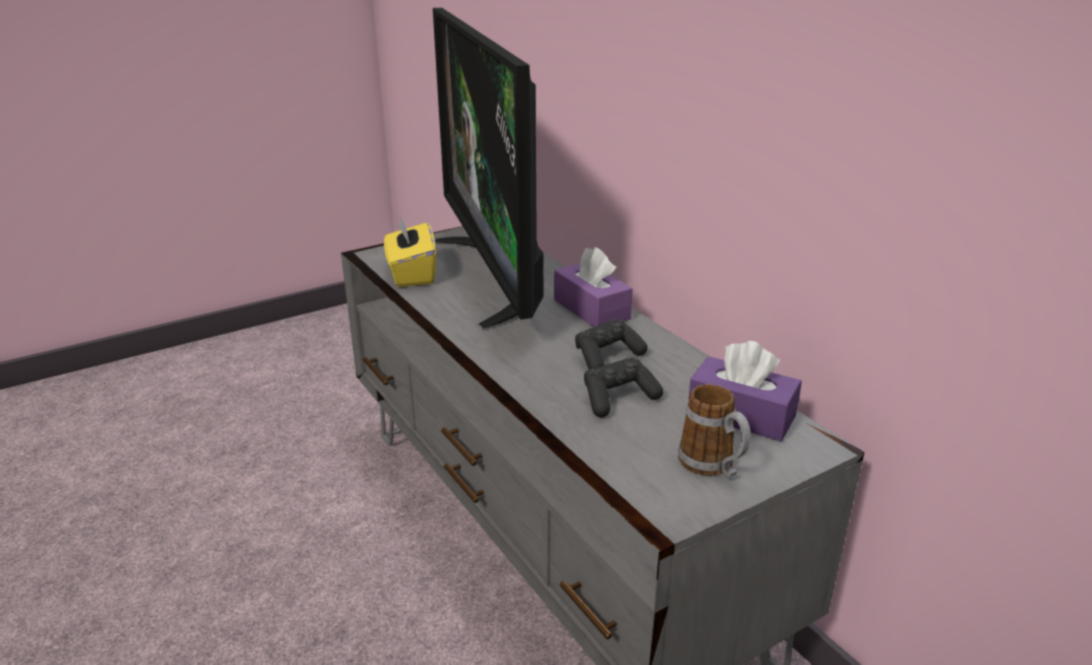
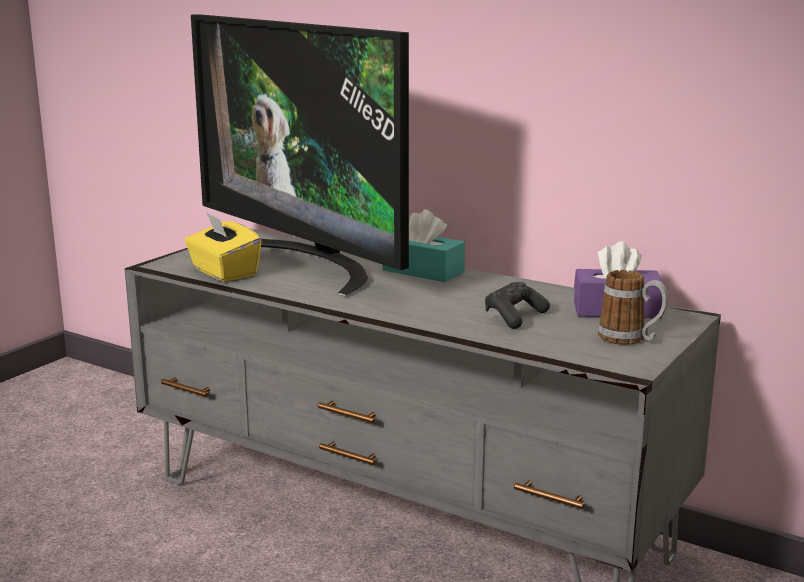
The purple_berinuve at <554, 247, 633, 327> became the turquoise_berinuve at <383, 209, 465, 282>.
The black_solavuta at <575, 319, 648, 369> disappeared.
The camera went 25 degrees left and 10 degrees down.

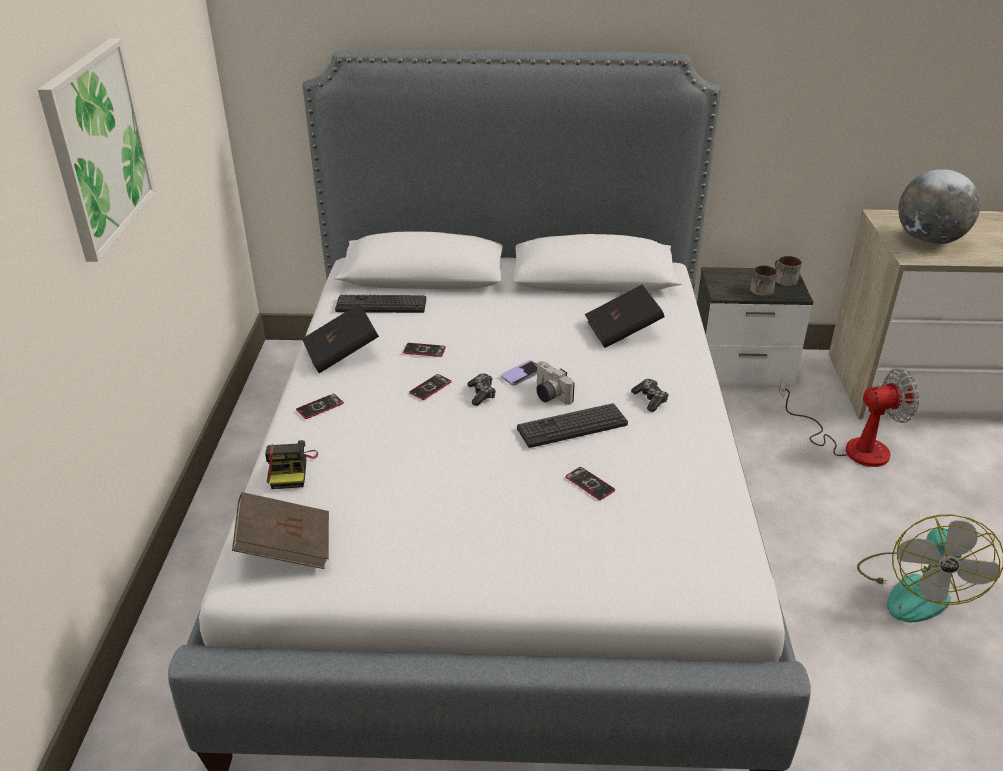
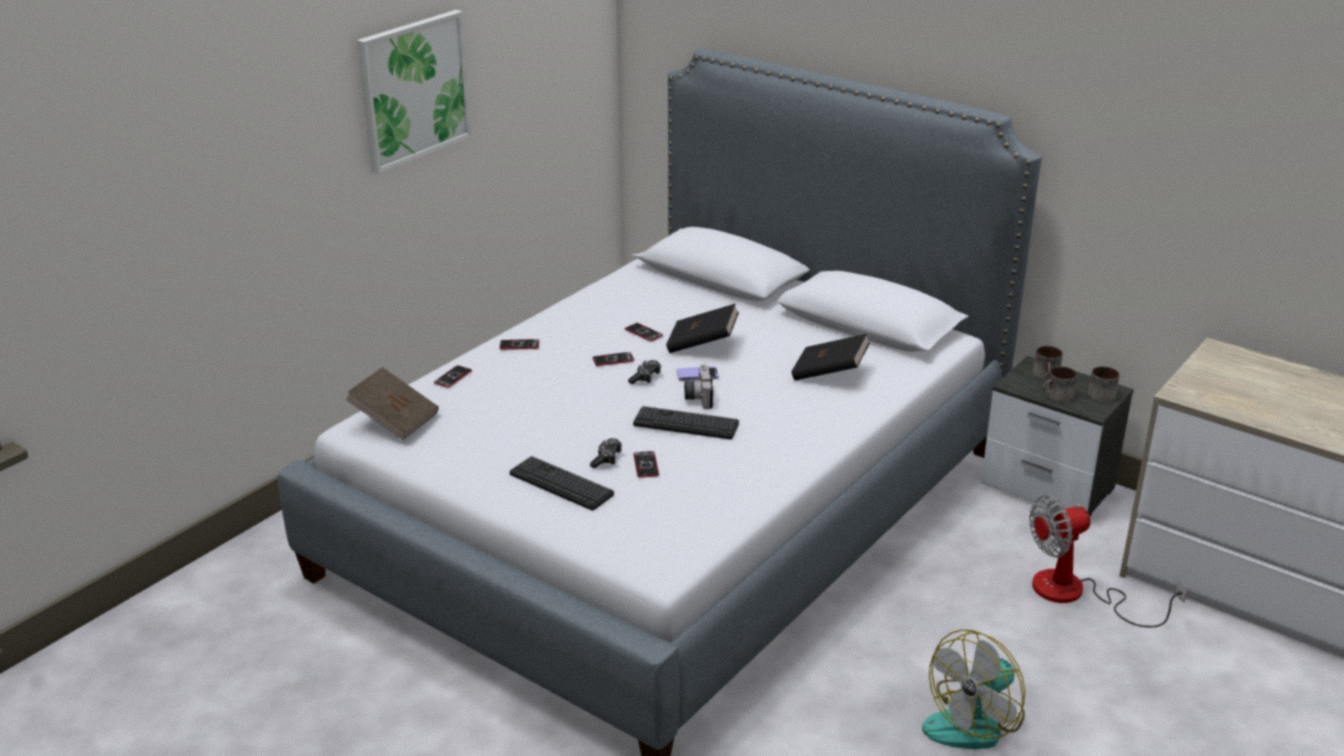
The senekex at <265, 440, 318, 489> was replaced by the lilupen at <434, 365, 472, 388>.
The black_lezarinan moved from <302, 304, 379, 373> to <666, 304, 739, 353>.
The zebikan moved from <335, 295, 426, 313> to <510, 456, 614, 511>.
The solavuta moved from <631, 379, 669, 412> to <590, 438, 622, 468>.
The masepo at <779, 369, 920, 467> turned 135 degrees clockwise.
The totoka at <898, 169, 980, 245> disappeared.
The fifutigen at <1033, 346, 1063, 380> appeared.
The camera went 35 degrees right and 5 degrees down.

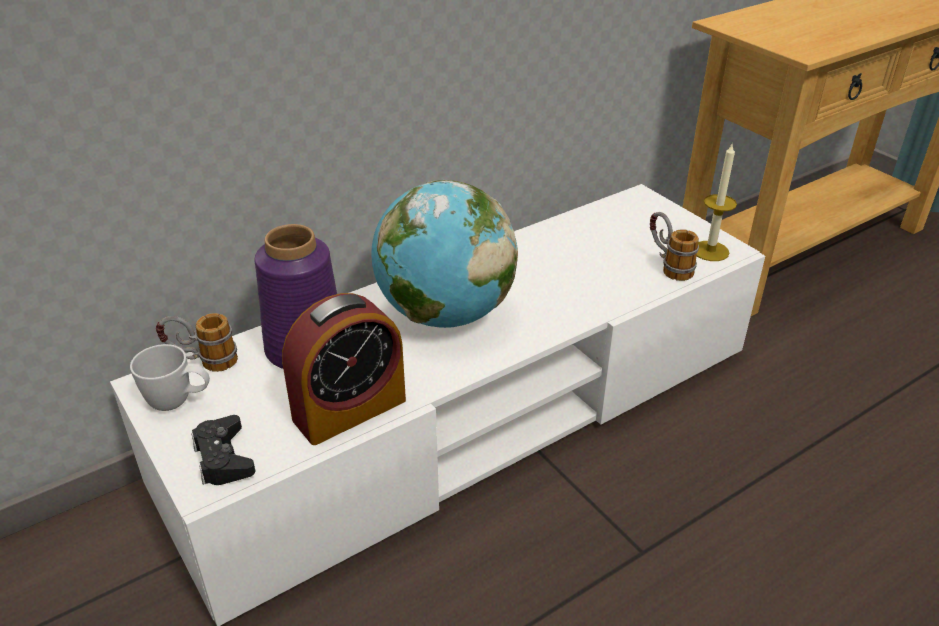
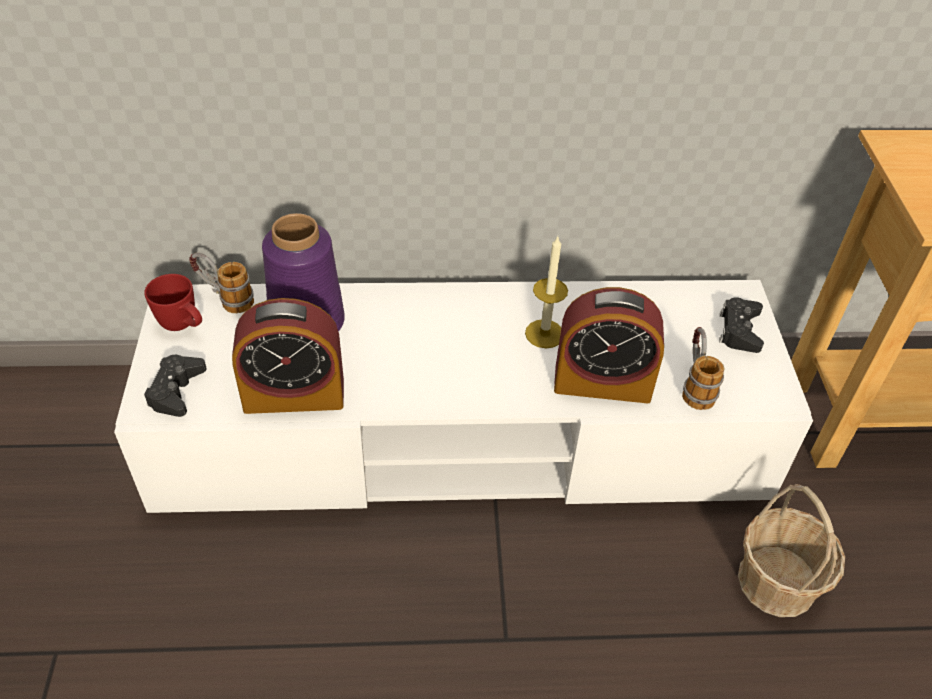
The white_fifutigen at <130, 344, 210, 411> became the red_fifutigen at <144, 274, 202, 331>.
The totoka at <371, 180, 518, 328> disappeared.
The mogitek moved from <697, 142, 737, 261> to <525, 237, 568, 348>.
The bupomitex at <554, 287, 664, 403> appeared.
The black_solavuta at <719, 297, 764, 353> appeared.
The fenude at <738, 484, 845, 617> appeared.
The camera went 30 degrees right and 10 degrees up.

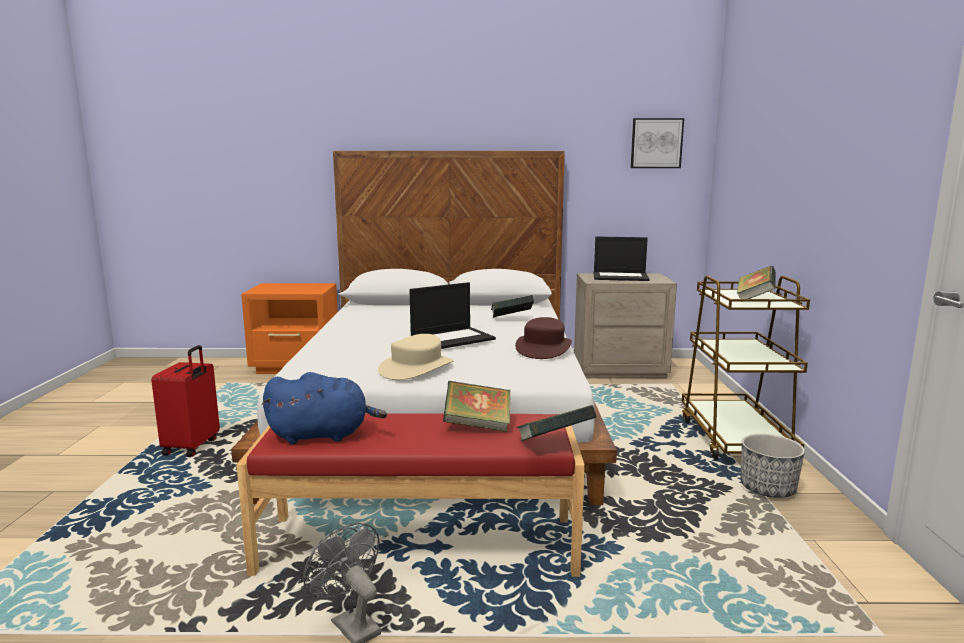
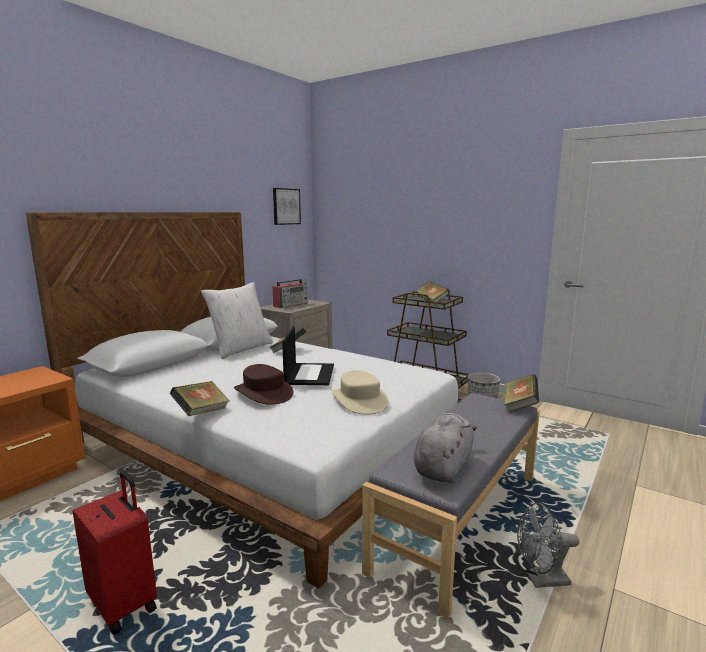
The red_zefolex at <236, 413, 585, 577> became the grey_zefolex at <362, 393, 540, 619>.
The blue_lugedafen at <262, 372, 387, 444> became the grey_lugedafen at <414, 413, 477, 483>.
The lezarinan moved from <443, 381, 511, 432> to <170, 381, 230, 416>.
The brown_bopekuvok moved from <515, 317, 572, 359> to <234, 364, 293, 405>.
The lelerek at <593, 237, 650, 281> was replaced by the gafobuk at <273, 278, 307, 308>.
The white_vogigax at <201, 282, 273, 359> appeared.
The camera went 55 degrees left and 0 degrees up.

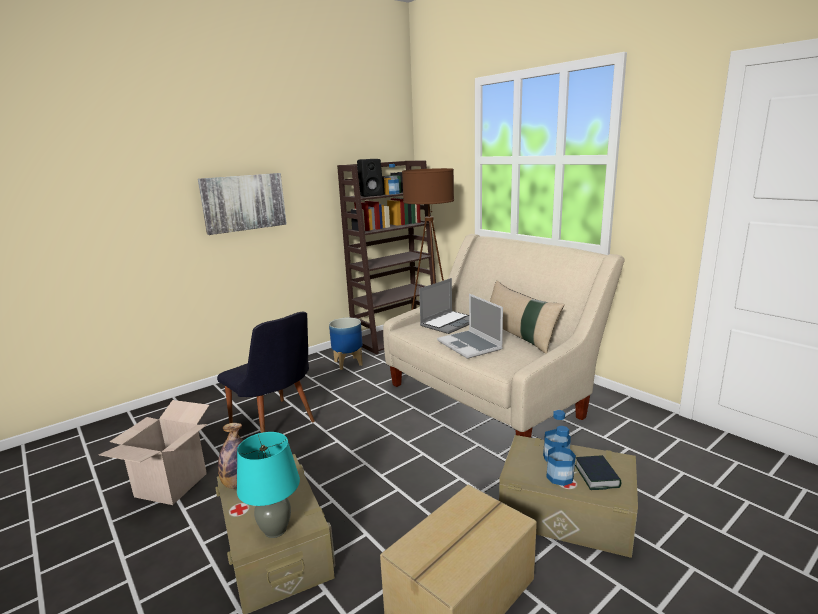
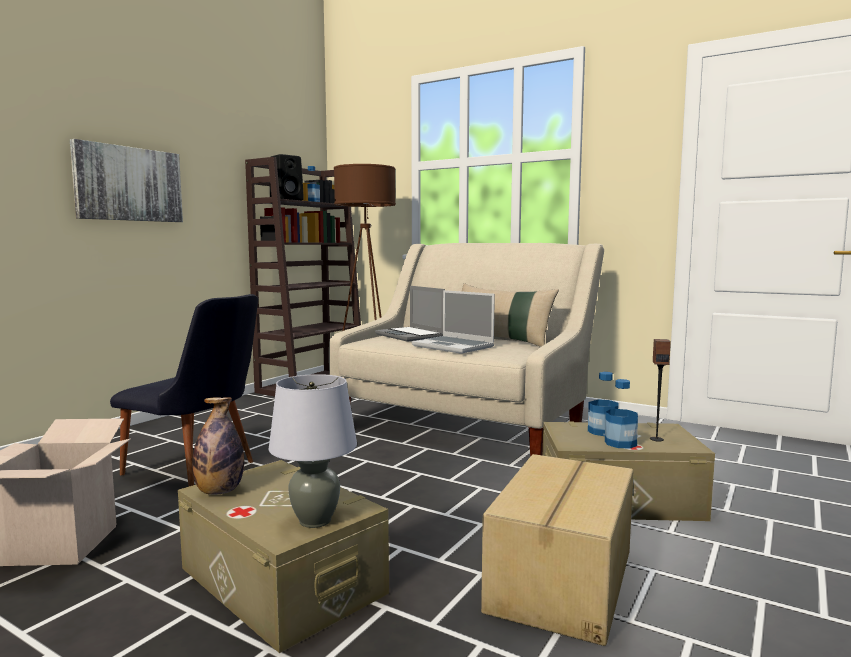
The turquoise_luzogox at <237, 432, 300, 538> became the grey_luzogox at <269, 374, 357, 528>.
The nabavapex at <329, 318, 363, 370> disappeared.
The lelerek at <419, 278, 469, 334> turned 120 degrees clockwise.
The lezarinan at <575, 455, 621, 490> was replaced by the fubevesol at <650, 339, 671, 441>.
The camera went 20 degrees left and 10 degrees down.

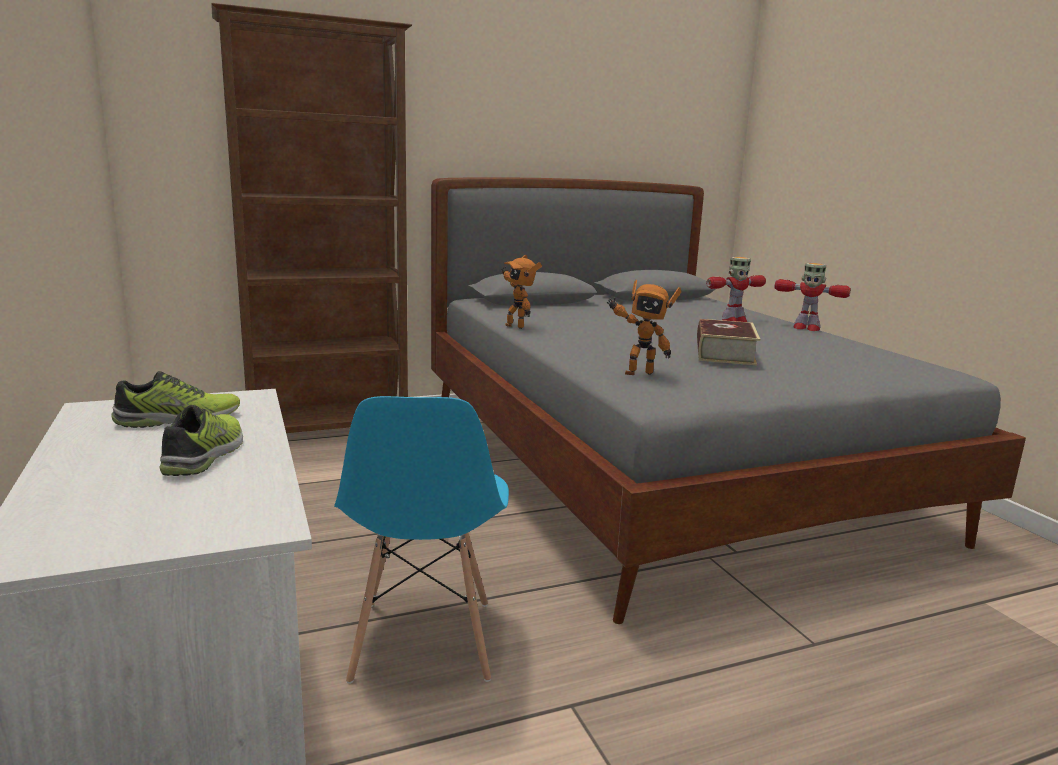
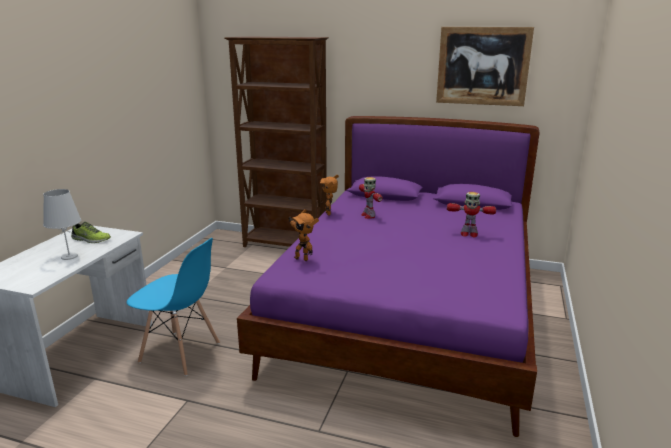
The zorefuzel at <160, 405, 243, 476> was replaced by the white_luzogox at <43, 189, 81, 260>.
The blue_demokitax at <334, 396, 509, 684> turned 105 degrees counterclockwise.
The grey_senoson at <431, 177, 1026, 624> became the purple_senoson at <237, 116, 540, 437>.
The lezarinan at <697, 319, 760, 365> disappeared.
The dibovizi moved from <775, 263, 851, 331> to <359, 177, 383, 219>.
The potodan at <436, 27, 534, 106> appeared.
The camera went 40 degrees right and 5 degrees up.

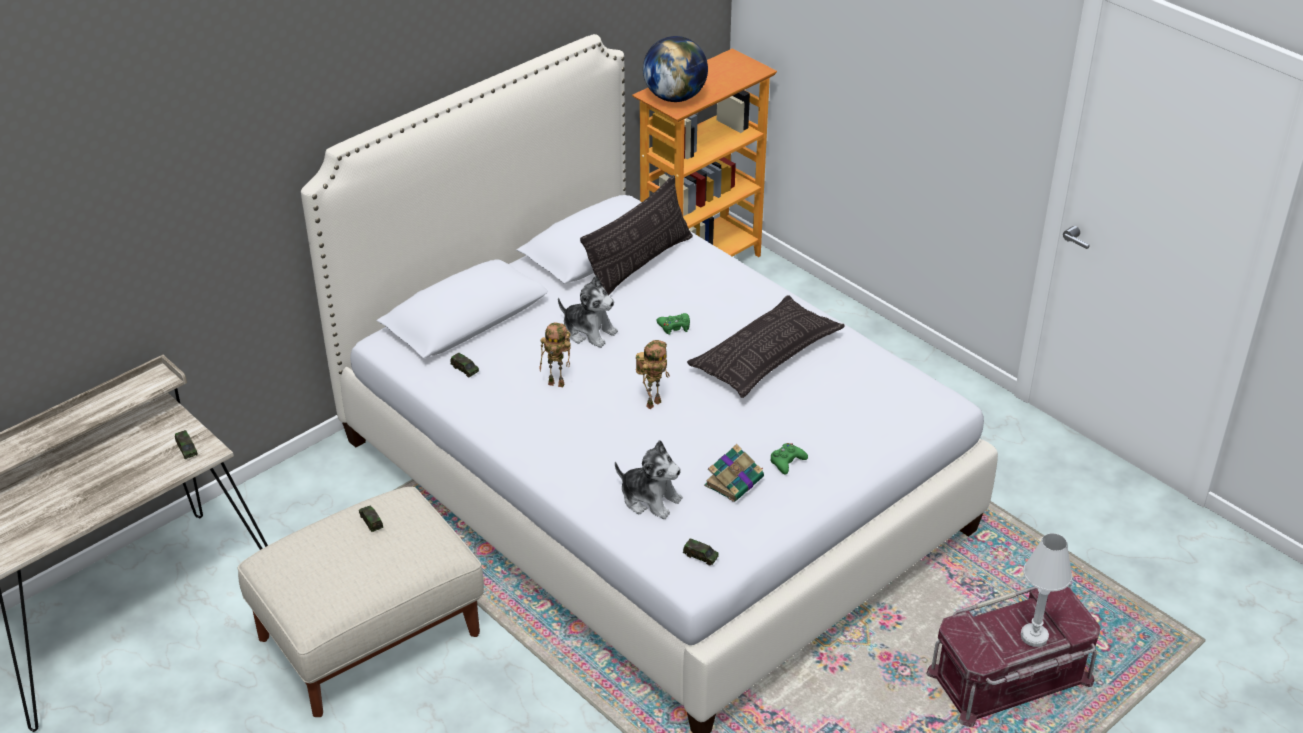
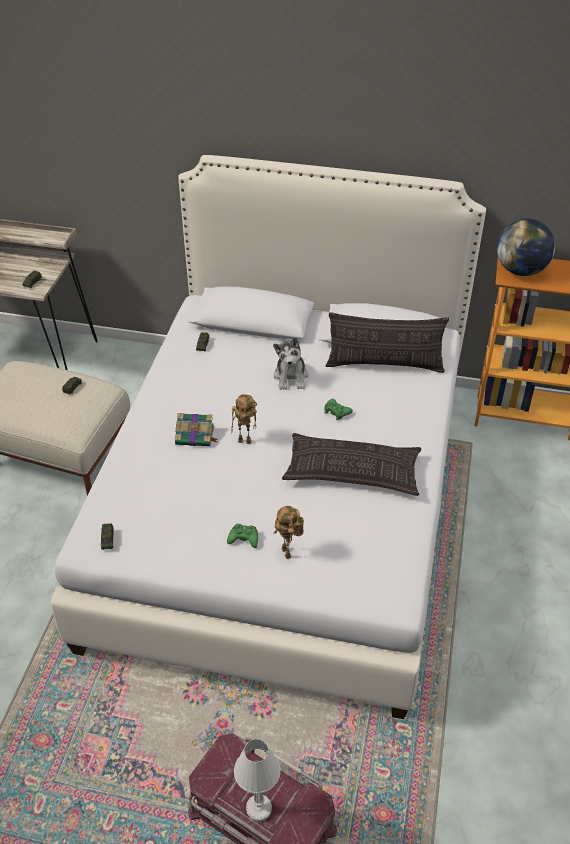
The dibovizi moved from <540, 323, 571, 387> to <273, 506, 304, 559>.
The lugedafen at <615, 440, 683, 519> disappeared.
The lezarinan moved from <704, 444, 764, 502> to <175, 413, 217, 446>.
The camera went 55 degrees right and 5 degrees up.

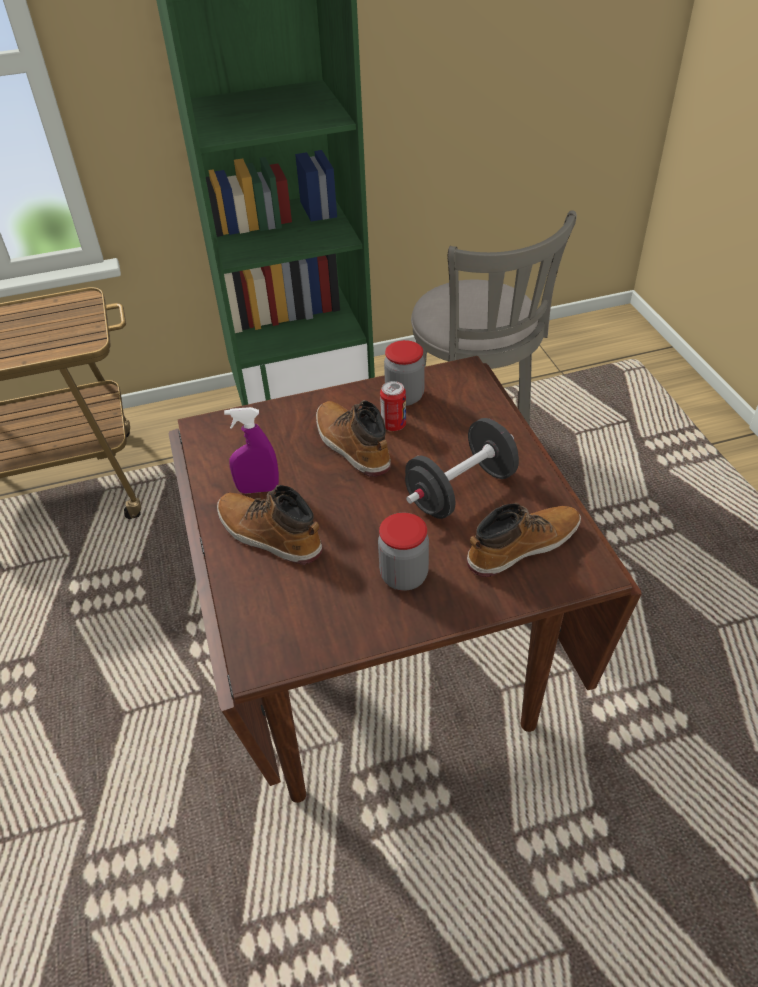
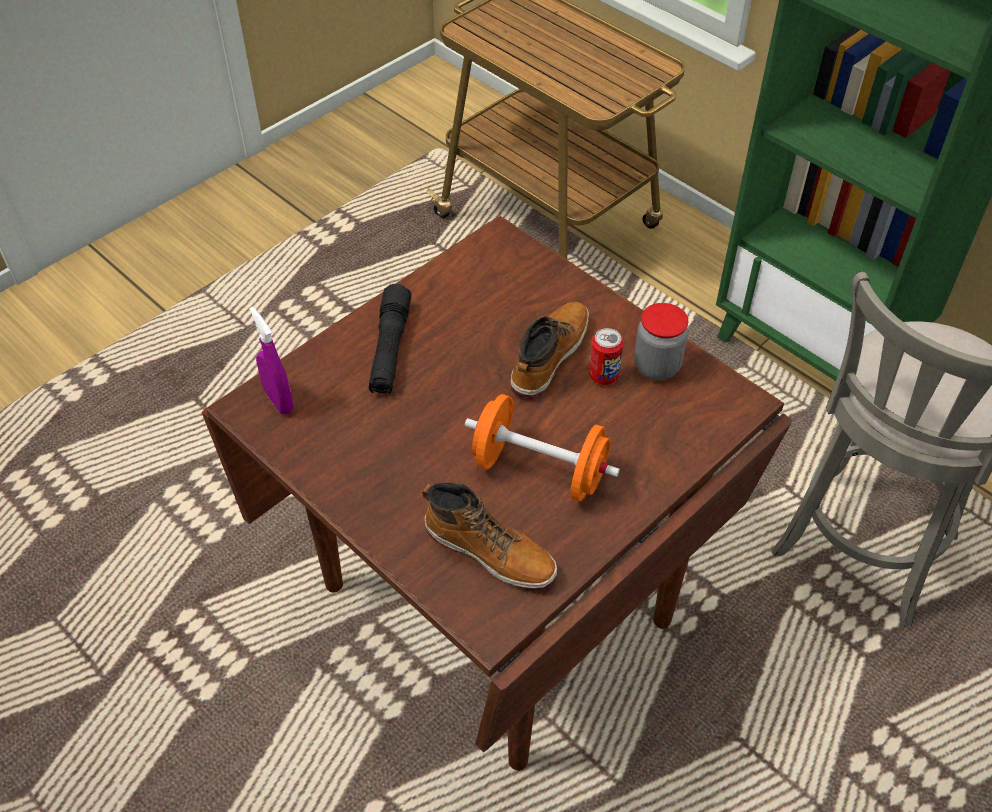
The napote at <217, 485, 323, 565> was replaced by the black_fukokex at <369, 284, 411, 394>.
The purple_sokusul moved from <224, 407, 279, 494> to <249, 307, 294, 415>.
The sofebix at <378, 513, 429, 591> disappeared.
The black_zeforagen at <405, 418, 519, 519> became the orange_zeforagen at <465, 394, 620, 501>.
The camera went 60 degrees right and 5 degrees up.

